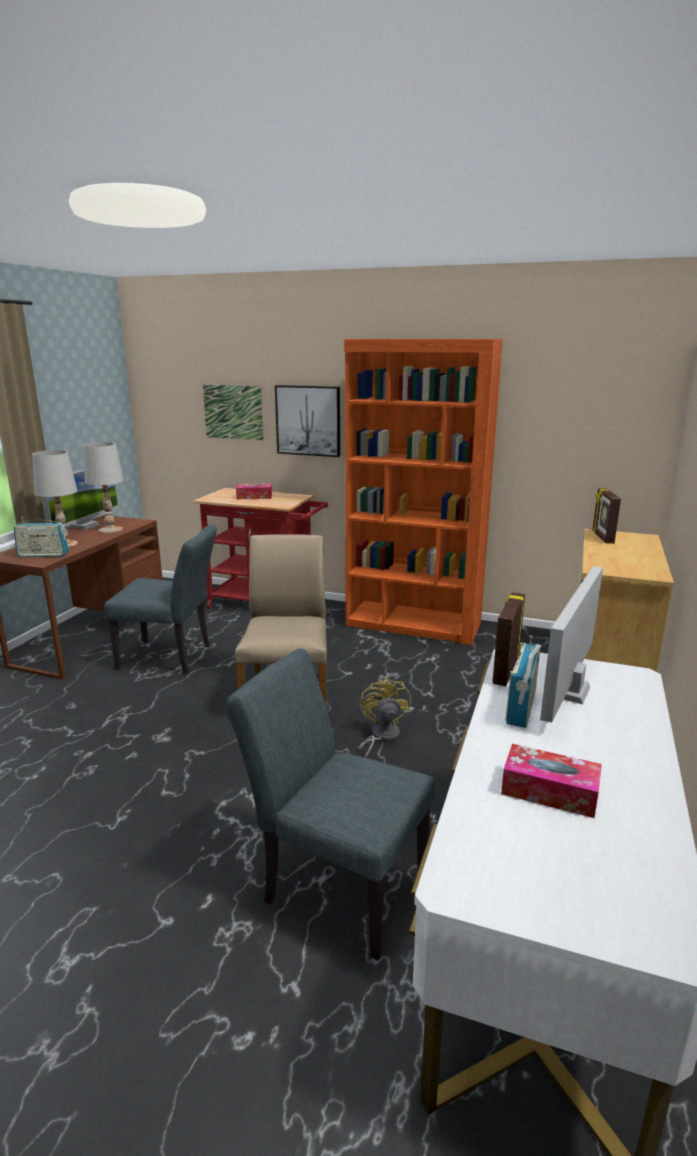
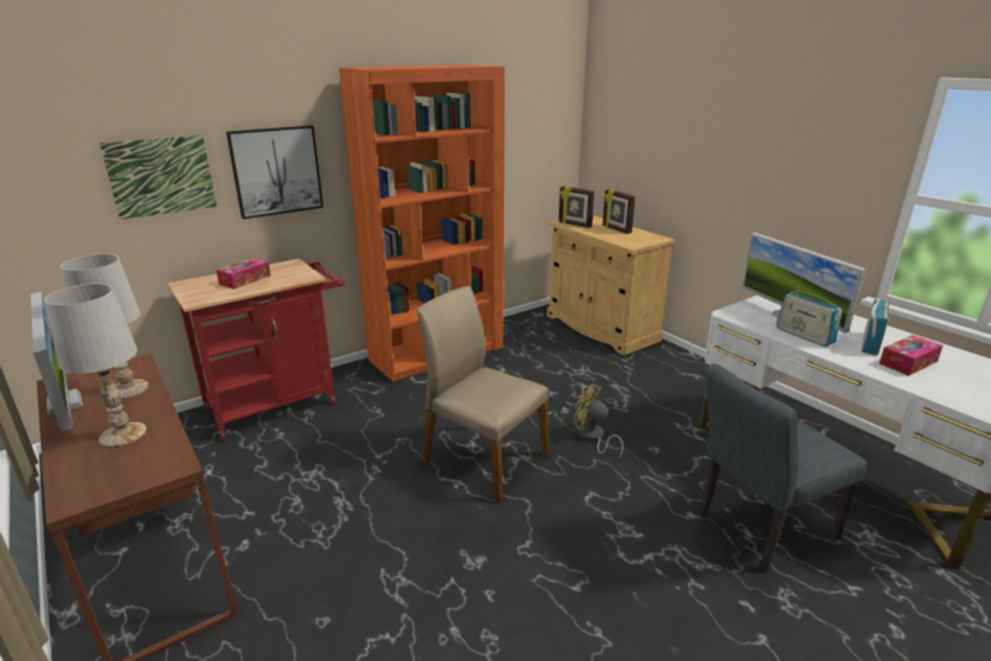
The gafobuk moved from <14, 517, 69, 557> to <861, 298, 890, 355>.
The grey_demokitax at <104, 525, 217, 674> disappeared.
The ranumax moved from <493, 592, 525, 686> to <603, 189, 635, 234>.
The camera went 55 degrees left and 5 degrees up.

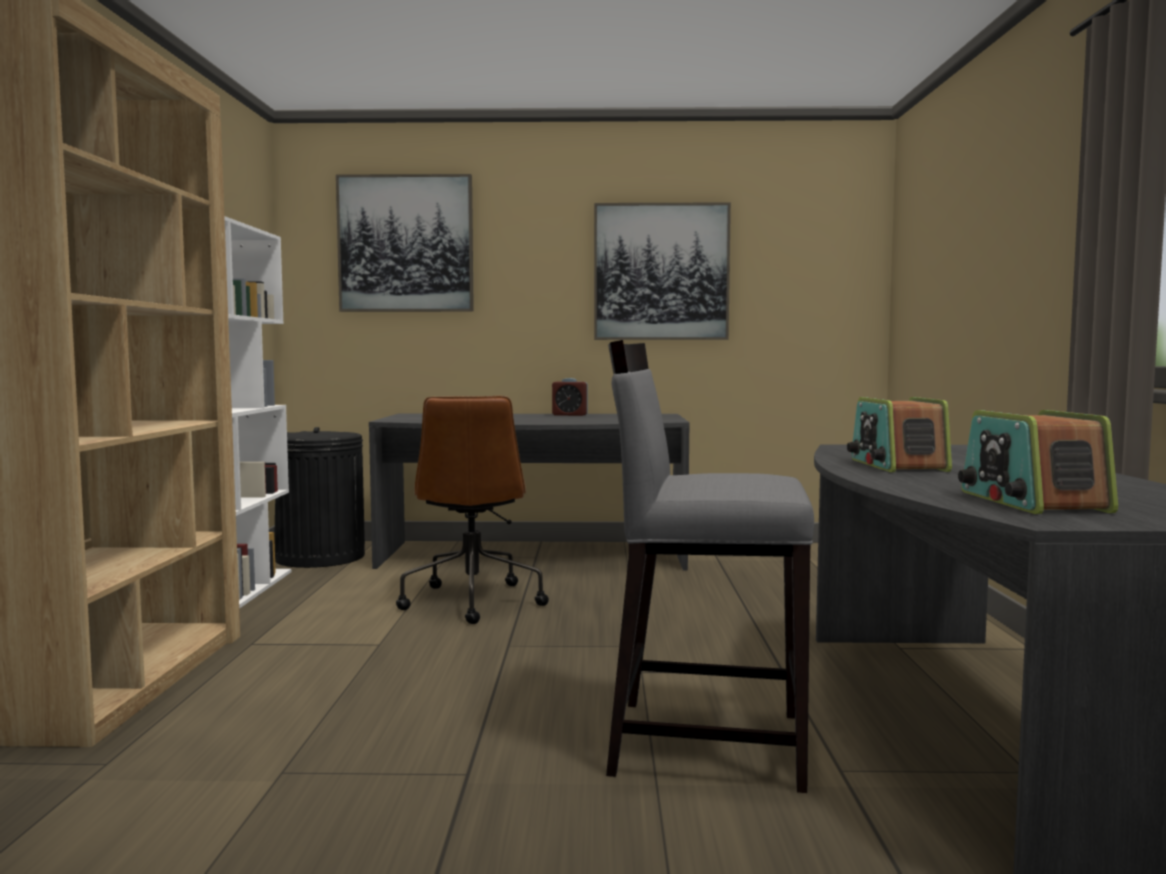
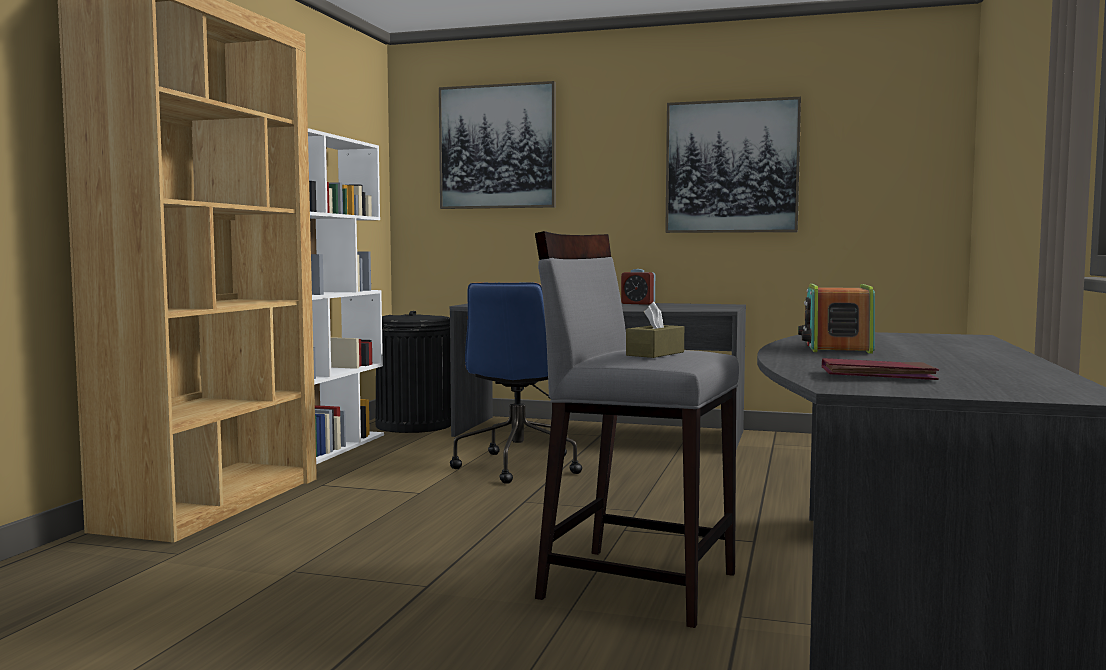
The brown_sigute at <396, 396, 549, 624> became the blue_sigute at <450, 282, 582, 484>.
The gafobuk at <958, 410, 1118, 514> was replaced by the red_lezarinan at <822, 358, 939, 380>.
The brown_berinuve at <626, 302, 684, 358> appeared.
The camera went 15 degrees right and 0 degrees up.

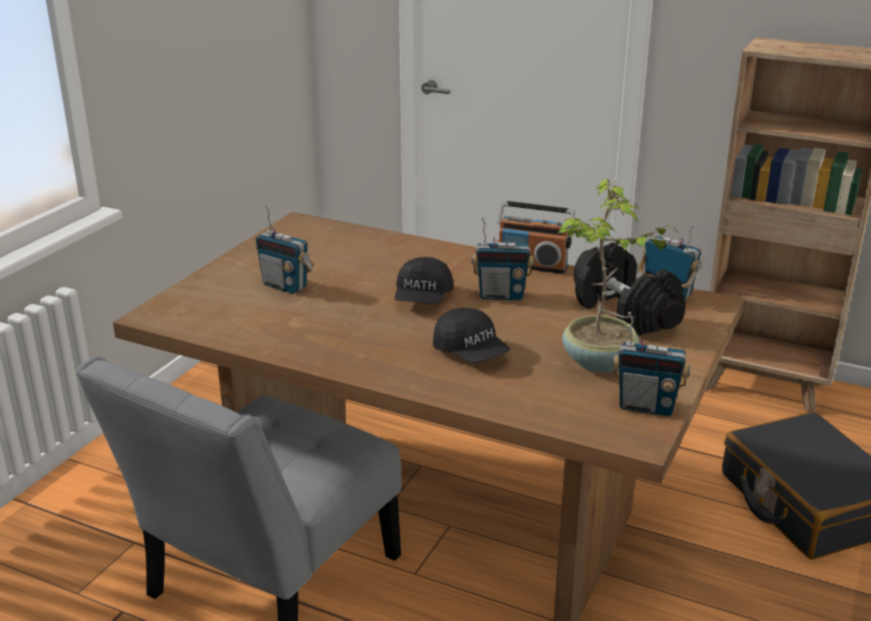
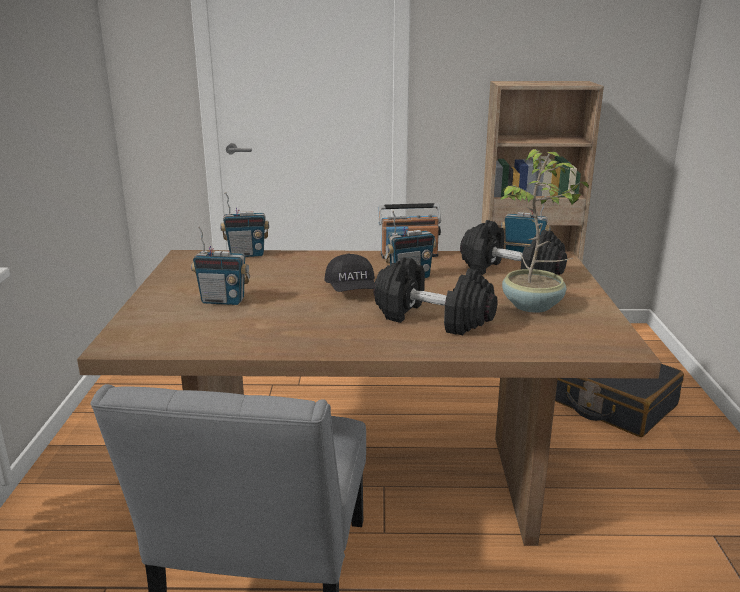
The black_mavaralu at <433, 308, 510, 363> was replaced by the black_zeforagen at <373, 257, 498, 336>.
The gafobuk moved from <612, 312, 690, 416> to <220, 192, 269, 257>.
The camera went 25 degrees left and 5 degrees down.

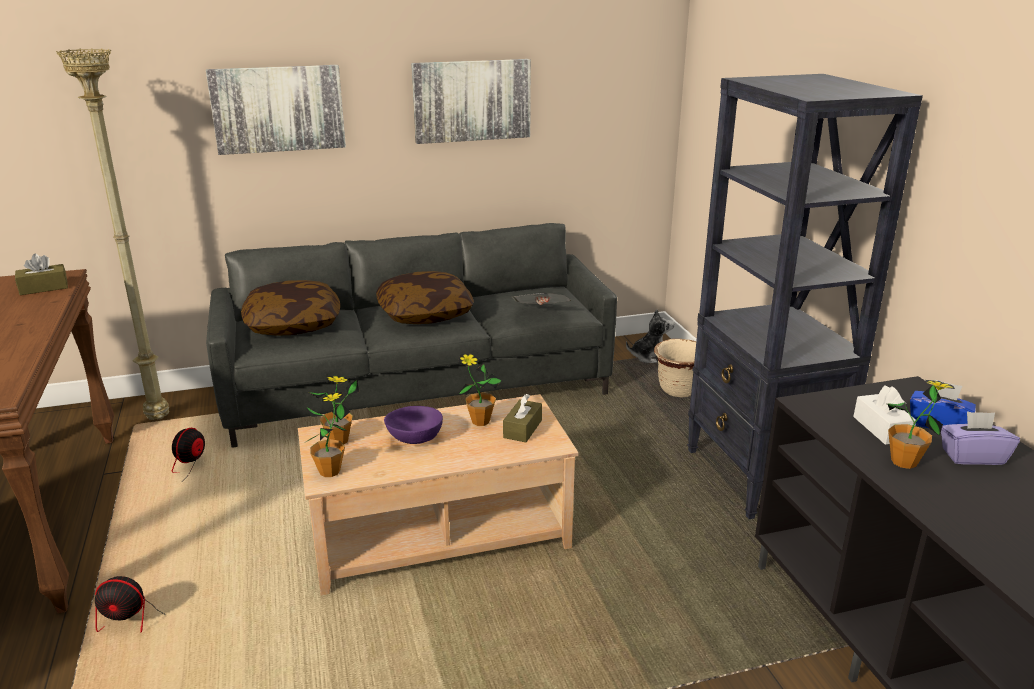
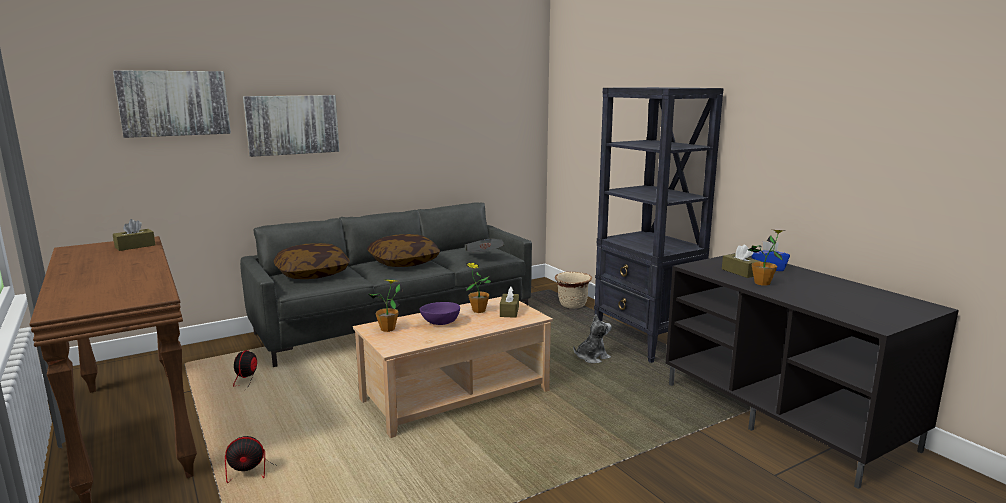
The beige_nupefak at <56, 48, 169, 420> disappeared.
The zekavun at <306, 392, 348, 477> disappeared.
The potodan moved from <411, 59, 531, 144> to <113, 70, 231, 138>.
The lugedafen moved from <626, 309, 674, 363> to <573, 314, 612, 363>.
The white_berinuve at <853, 386, 916, 445> became the brown_berinuve at <722, 245, 761, 278>.
The purple_berinuve at <941, 411, 1020, 465> disappeared.
The camera went 15 degrees left and 10 degrees down.

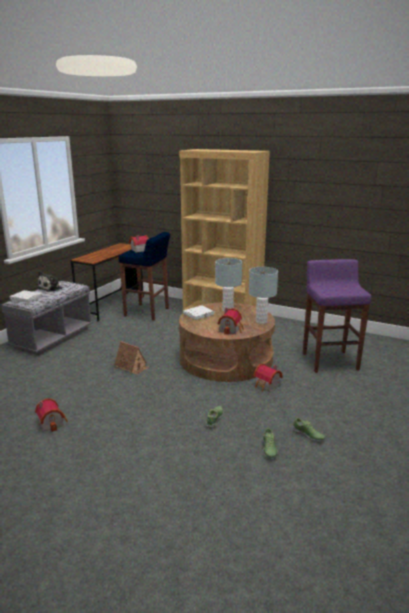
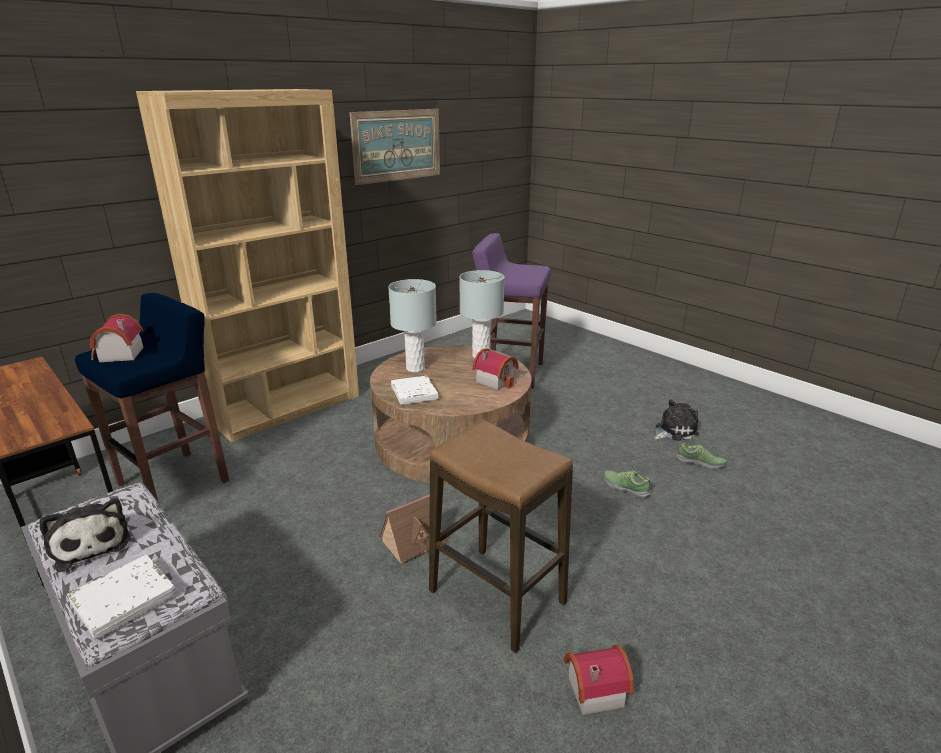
The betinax at <253, 364, 283, 392> disappeared.
The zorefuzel at <292, 417, 325, 442> was replaced by the lugedafen at <654, 399, 699, 441>.
The potodan at <350, 109, 440, 185> appeared.
The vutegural at <429, 420, 573, 653> appeared.
The camera went 70 degrees left and 5 degrees up.

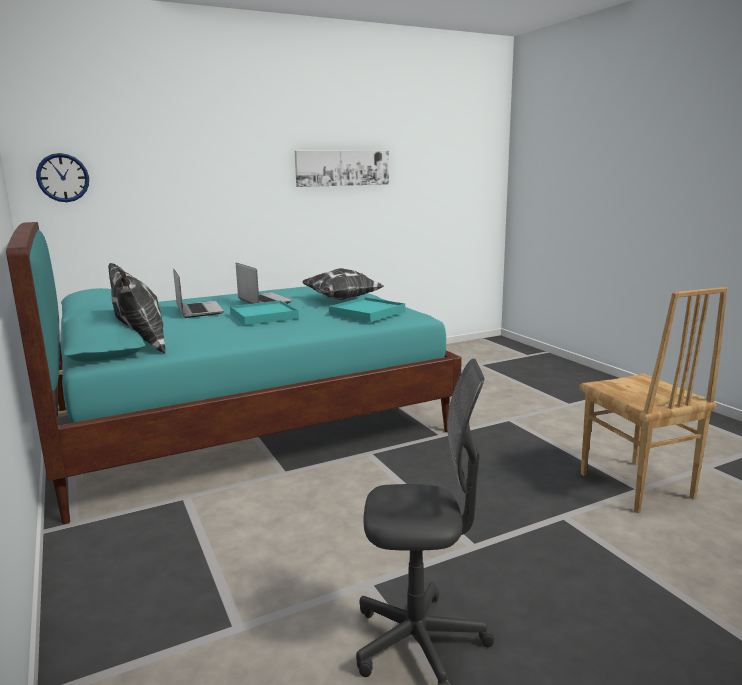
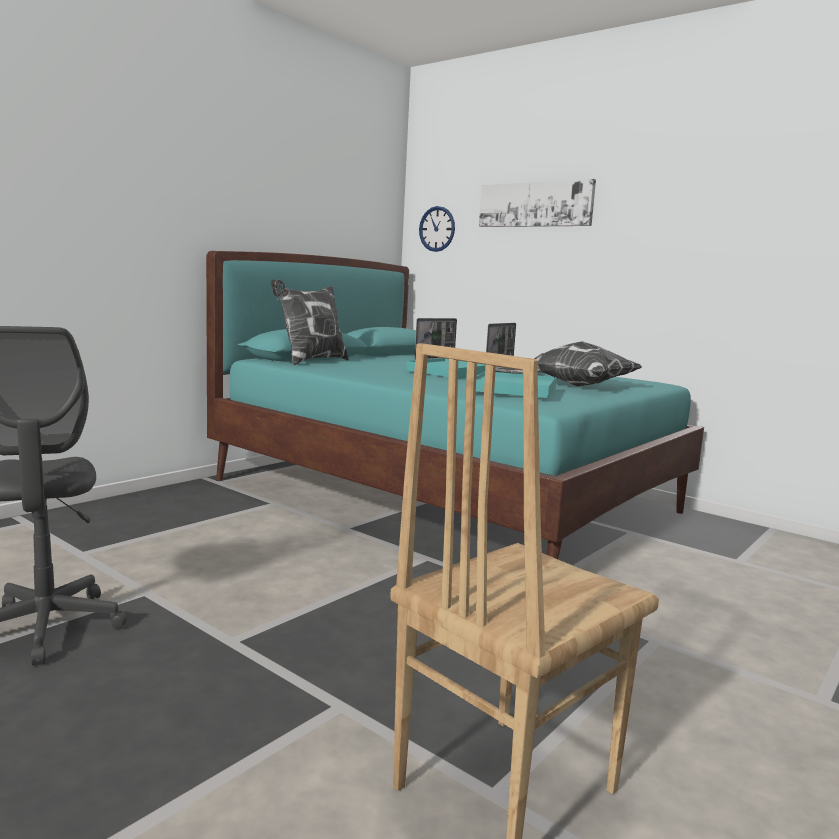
The potodan moved from <295, 151, 389, 187> to <479, 179, 596, 227>.
The camera went 65 degrees right and 5 degrees down.

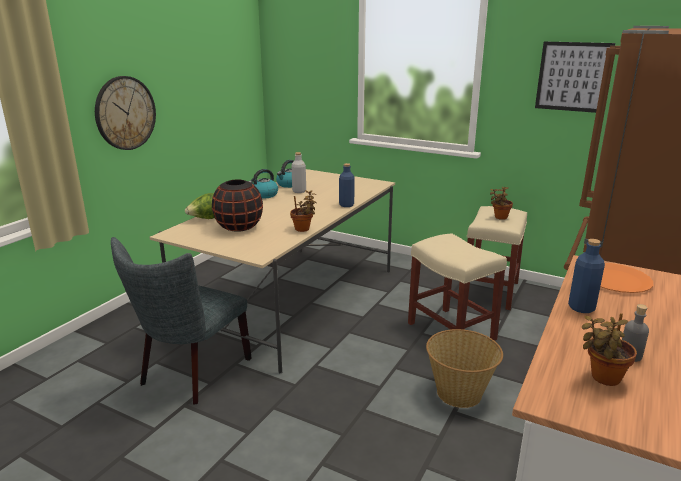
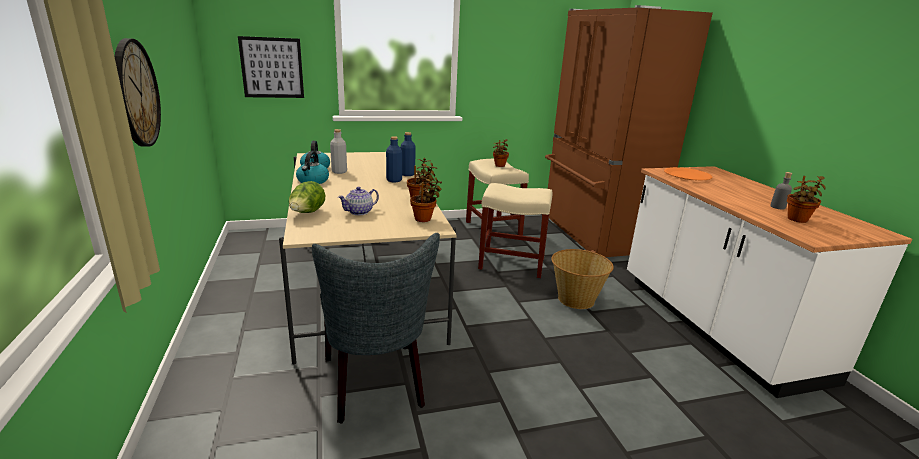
The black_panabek at <212, 180, 263, 232> was replaced by the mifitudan at <338, 187, 379, 215>.
The potodan moved from <535, 41, 615, 113> to <238, 36, 304, 98>.
The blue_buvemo moved from <568, 239, 605, 313> to <386, 136, 402, 182>.
The zekavun at <410, 173, 442, 222> appeared.
The camera went 45 degrees left and 0 degrees up.

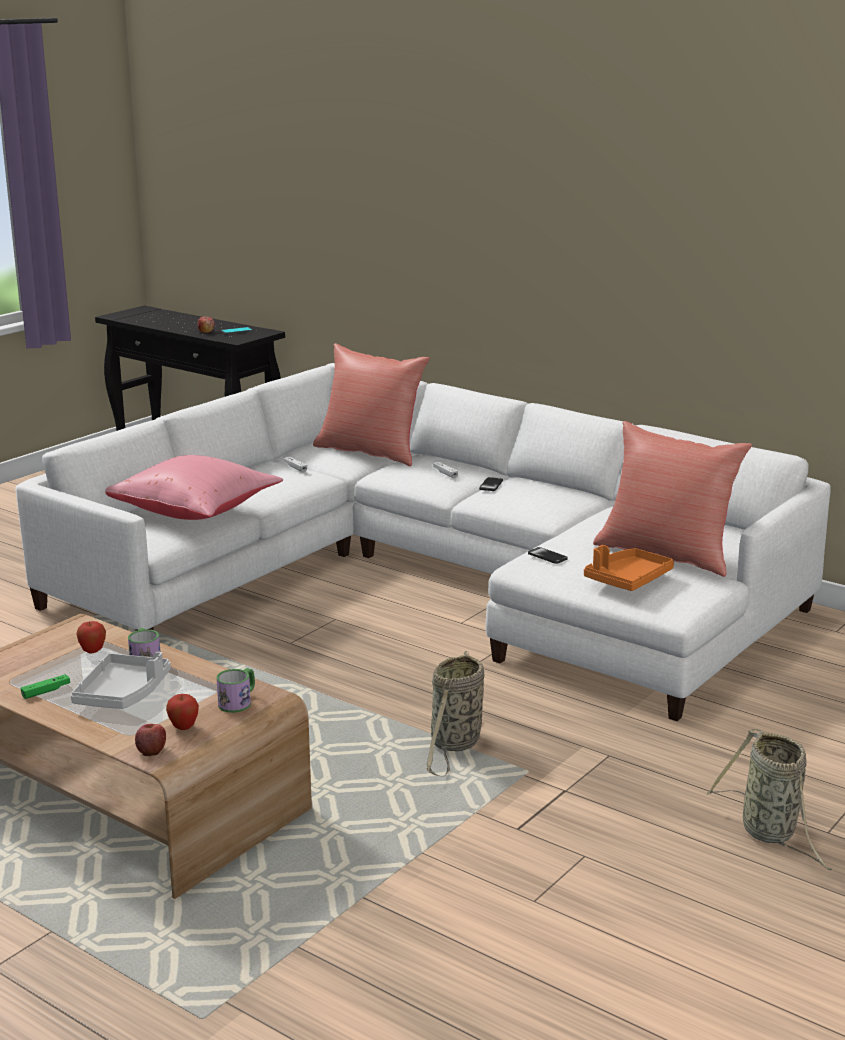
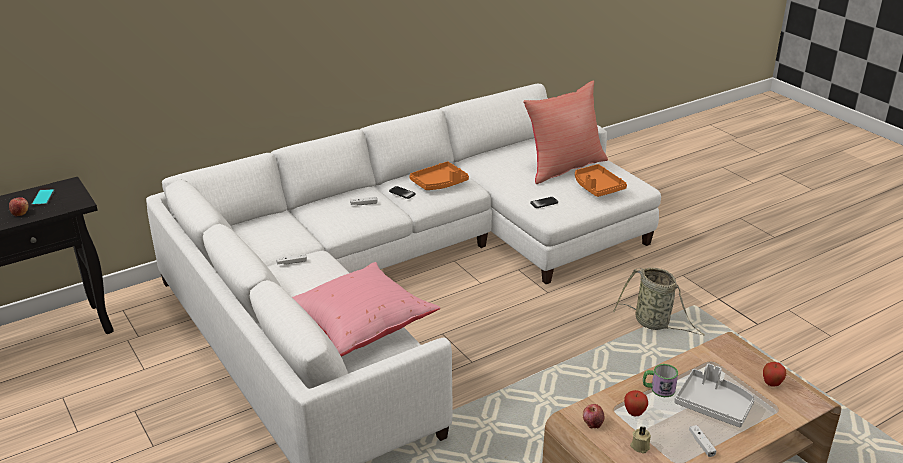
The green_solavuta at <20, 674, 70, 699> became the white_solavuta at <689, 425, 717, 457>.
The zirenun moved from <135, 724, 166, 756> to <583, 404, 604, 428>.
The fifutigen at <216, 668, 255, 713> disappeared.
The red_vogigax at <313, 343, 430, 466> disappeared.
The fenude at <707, 729, 832, 870> disappeared.
The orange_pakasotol at <409, 161, 469, 190> appeared.
The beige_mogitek at <630, 427, 651, 453> appeared.
The camera went 70 degrees left and 10 degrees up.

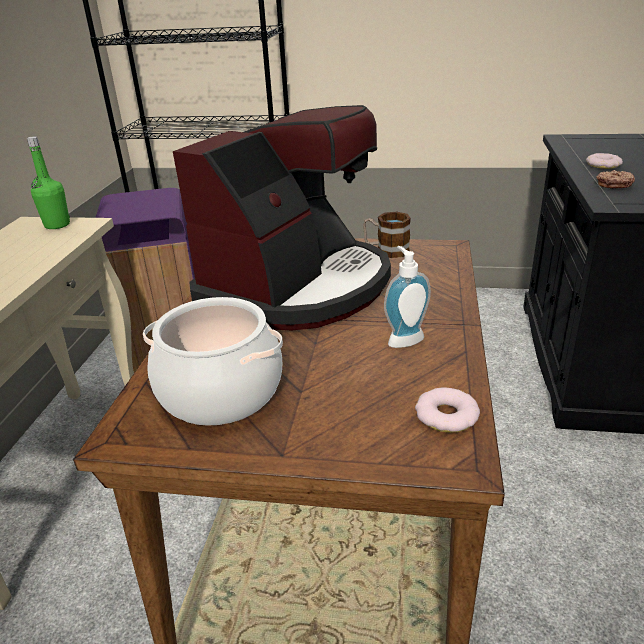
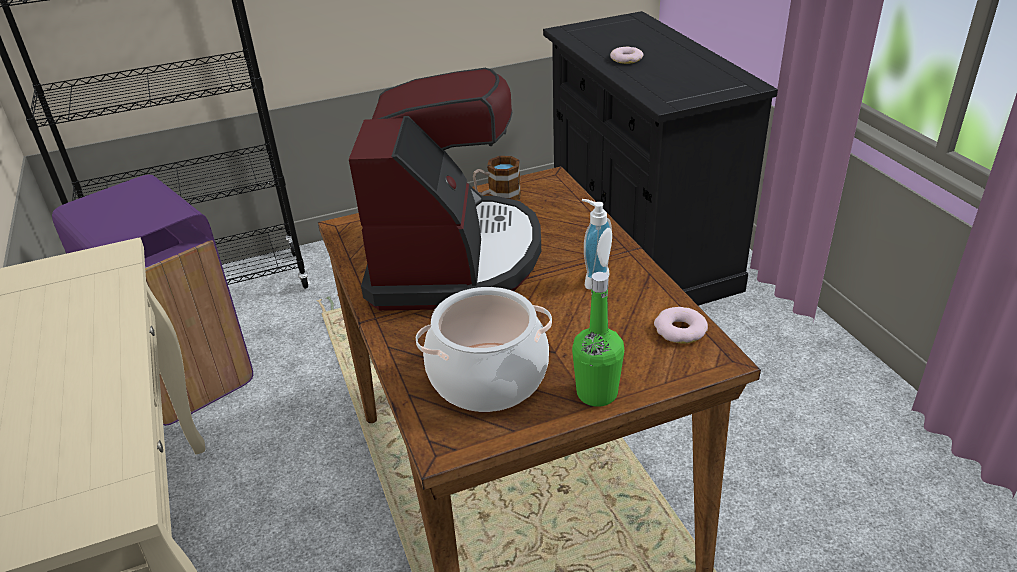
The green_buvemo moved from <27, 136, 70, 229> to <572, 272, 624, 407>.
The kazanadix at <596, 170, 635, 189> disappeared.
The camera went 30 degrees left and 5 degrees up.

